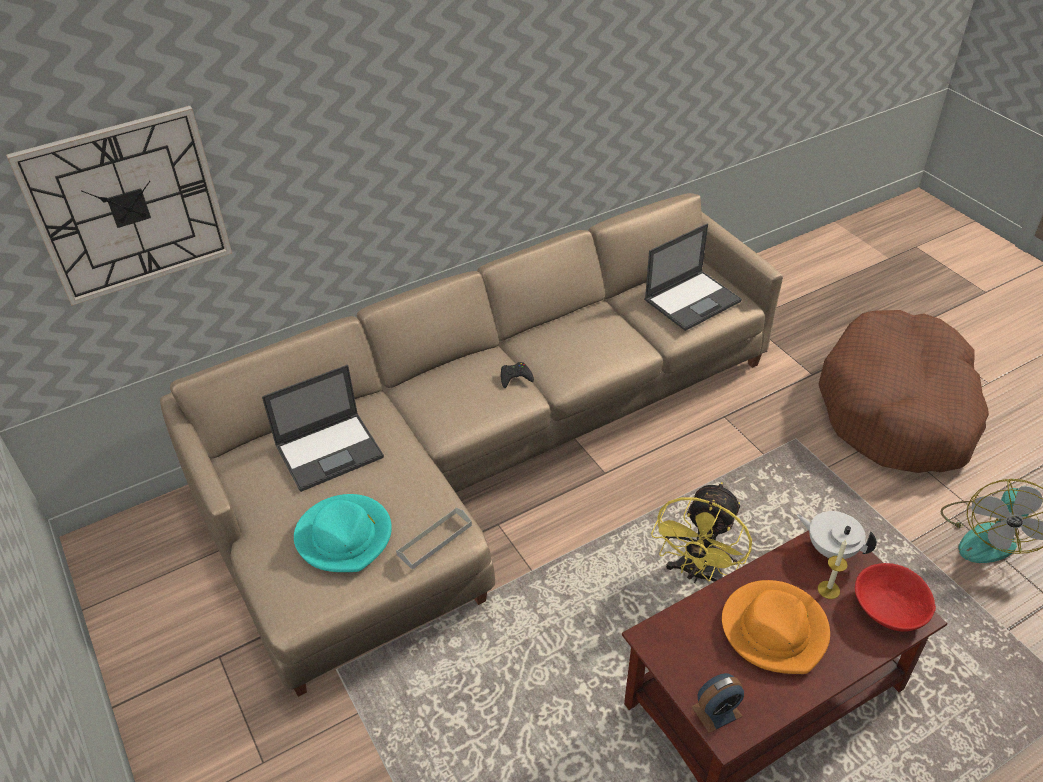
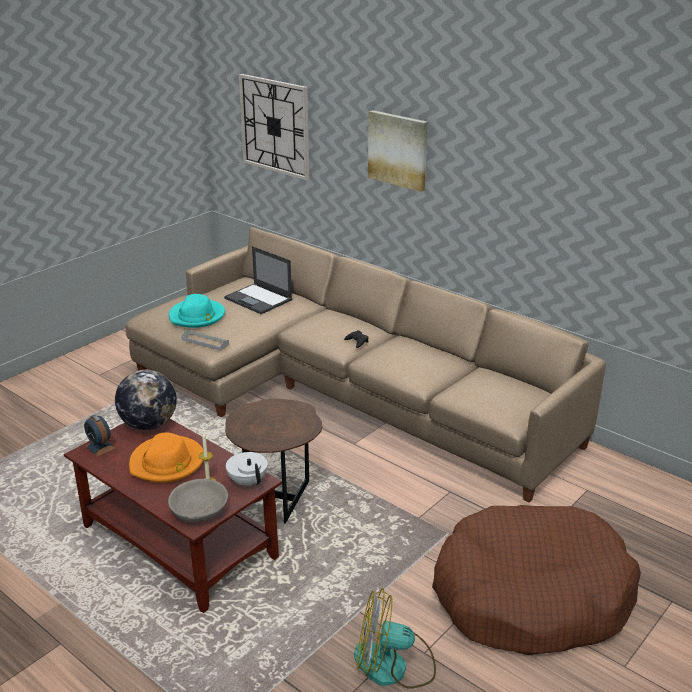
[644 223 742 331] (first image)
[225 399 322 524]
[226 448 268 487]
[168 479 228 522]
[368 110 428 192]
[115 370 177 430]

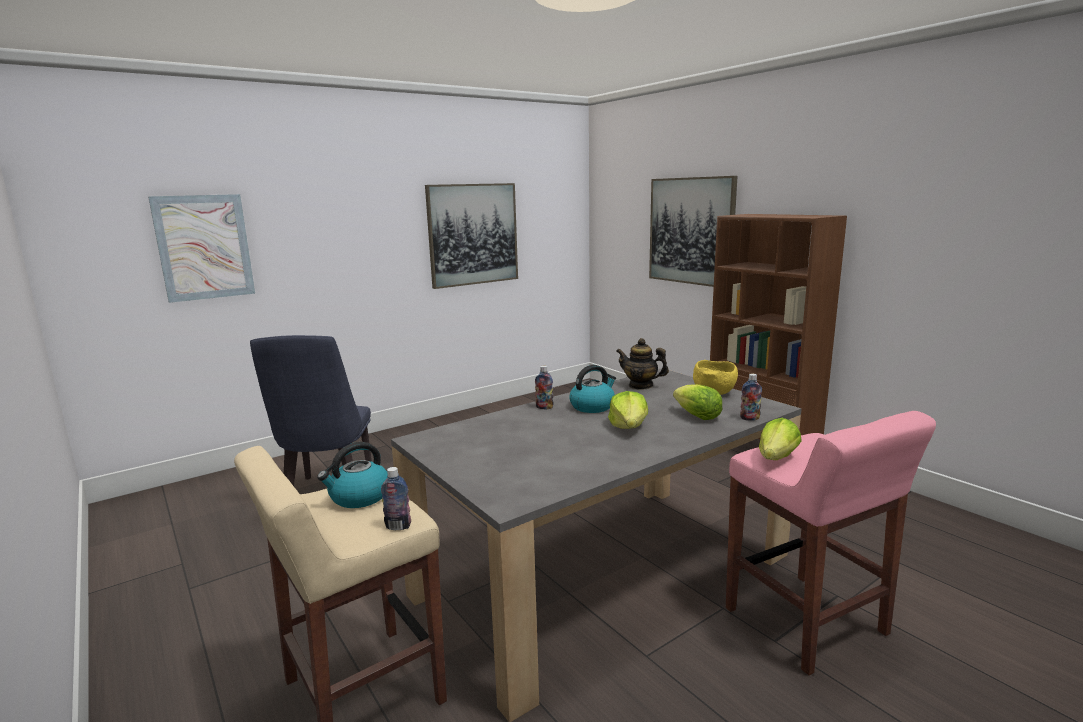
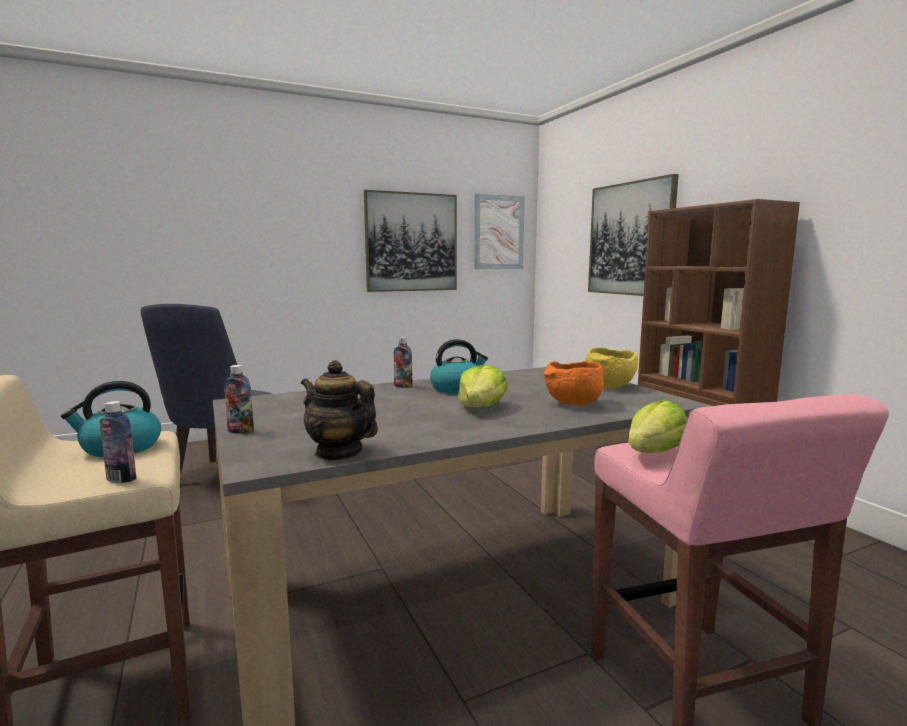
[474 194 525 269]
[301 360 378 461]
[224 365 254 434]
[544 361 604 406]

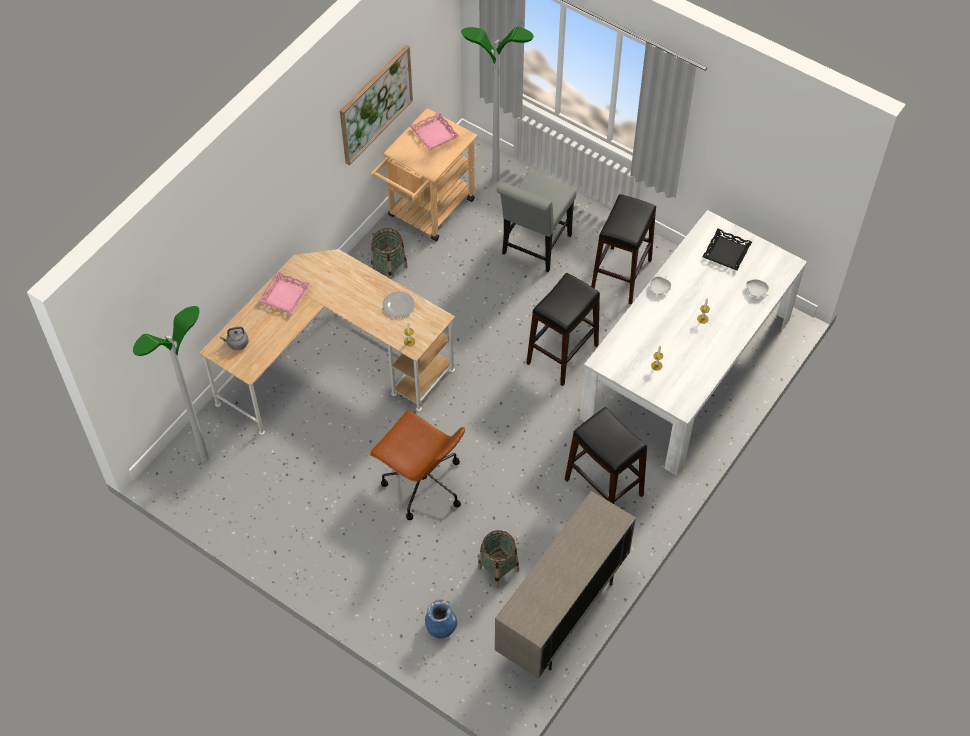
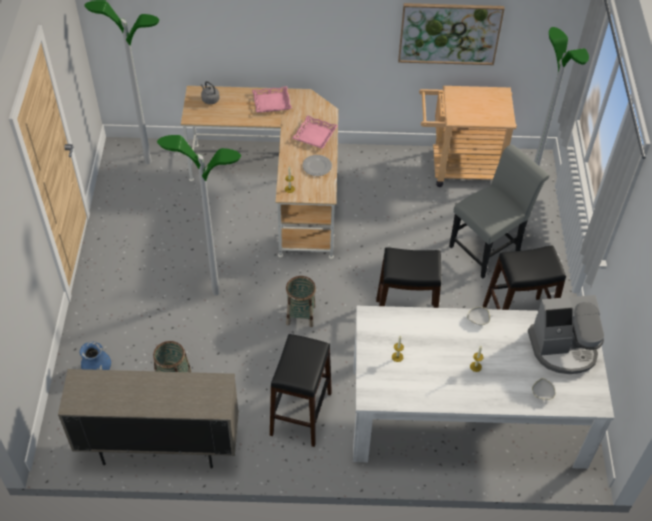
[292 115 338 149]
[449 144 550 278]
[286 276 316 327]
[528 295 604 374]
[157 135 241 296]

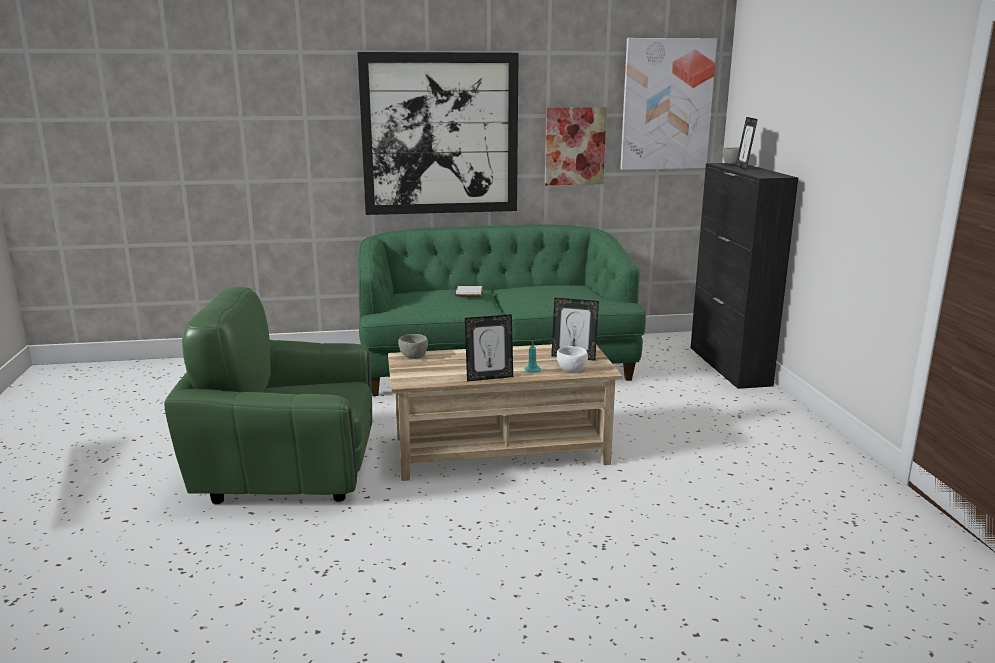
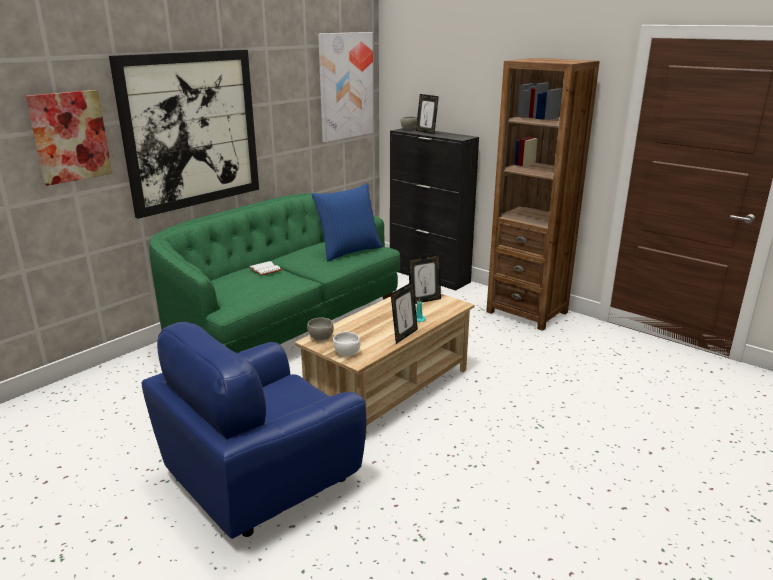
[25 90 112 186]
[142 322 366 539]
[333 332 361 356]
[486 58 600 331]
[312 183 383 262]

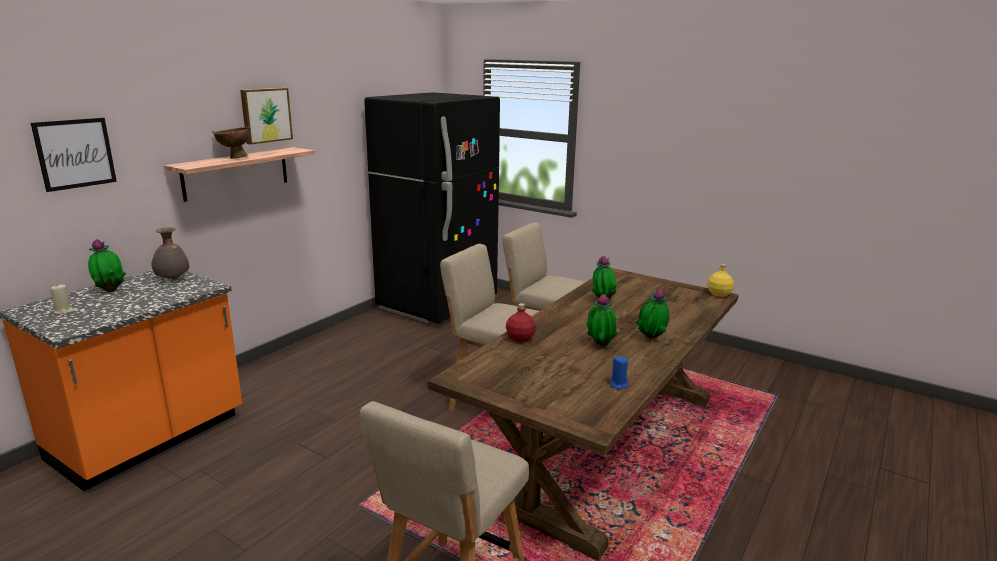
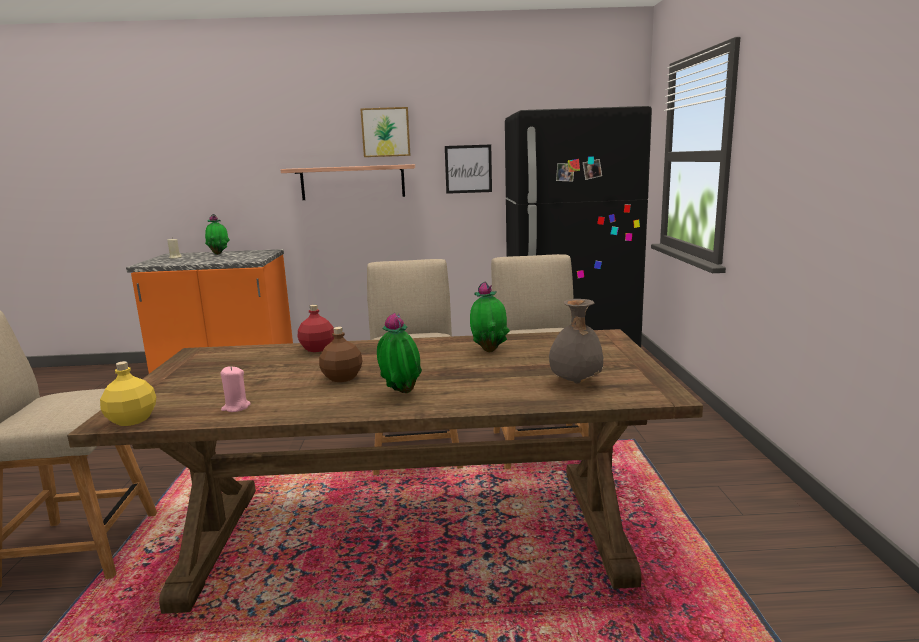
[445 145 492 194]
[212 126 250 159] (first image)
[549 299 603 384]
[100 361 156 426]
[319 327 363 382]
[221 366 251 412]

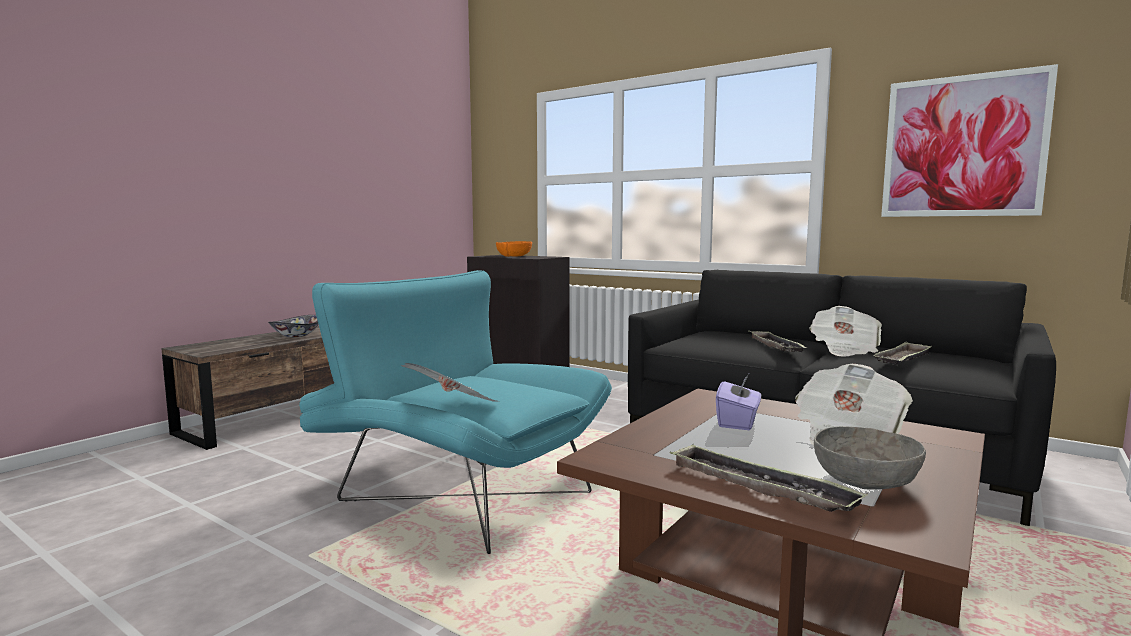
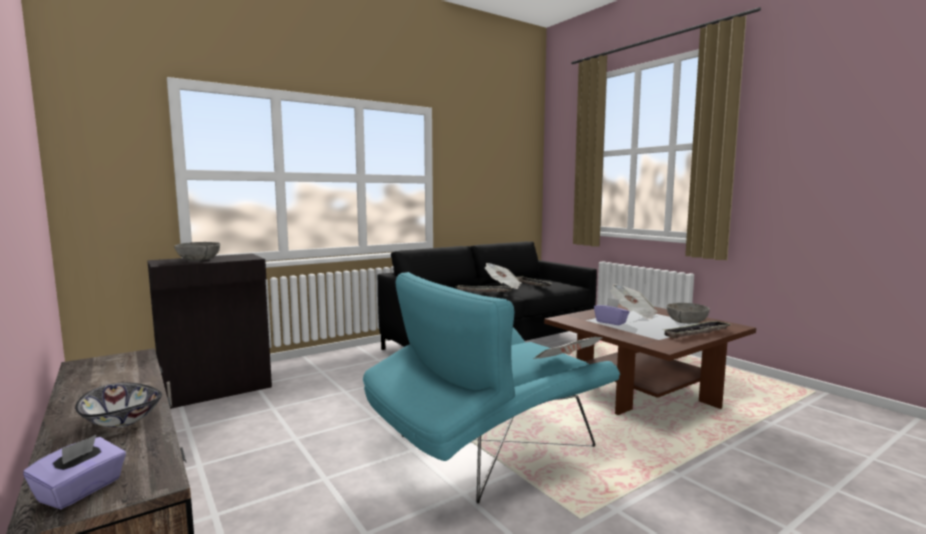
[881 64 1058 217] (first image)
[174 242 220 261]
[23 435 126 509]

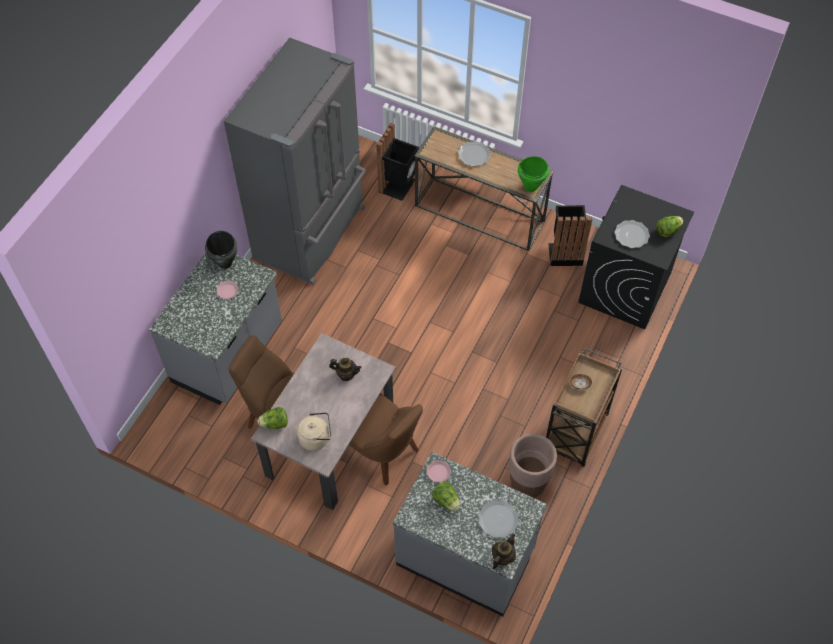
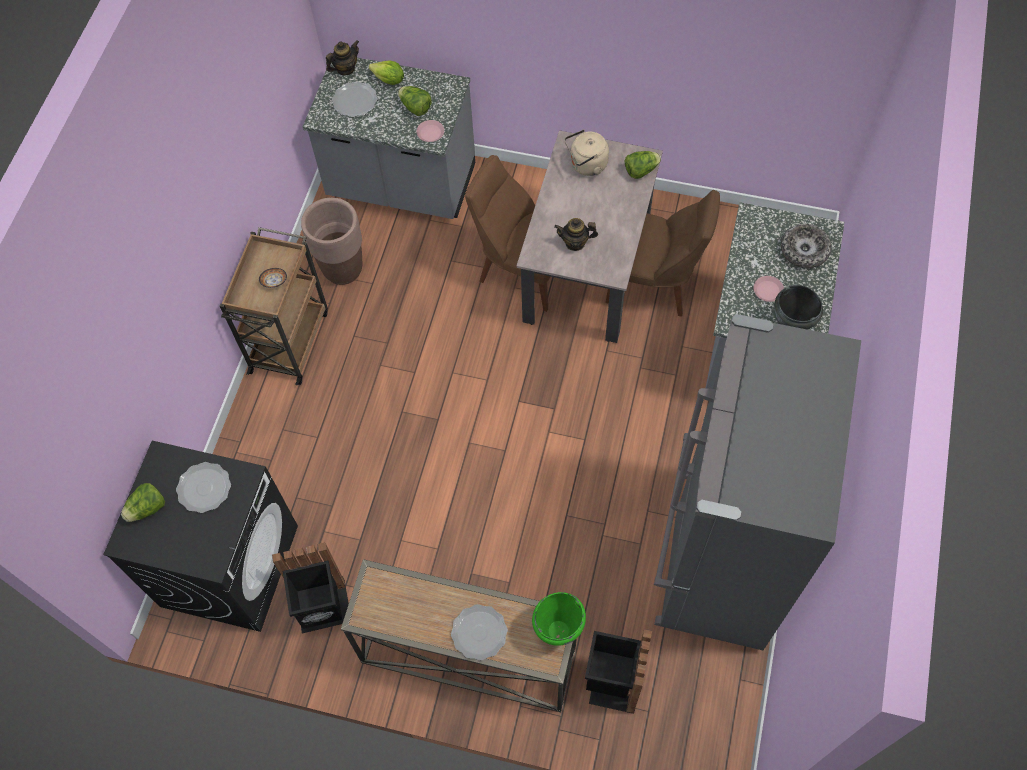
[532 592 586 646]
[326 40 359 75]
[369 60 404 85]
[781 224 832 268]

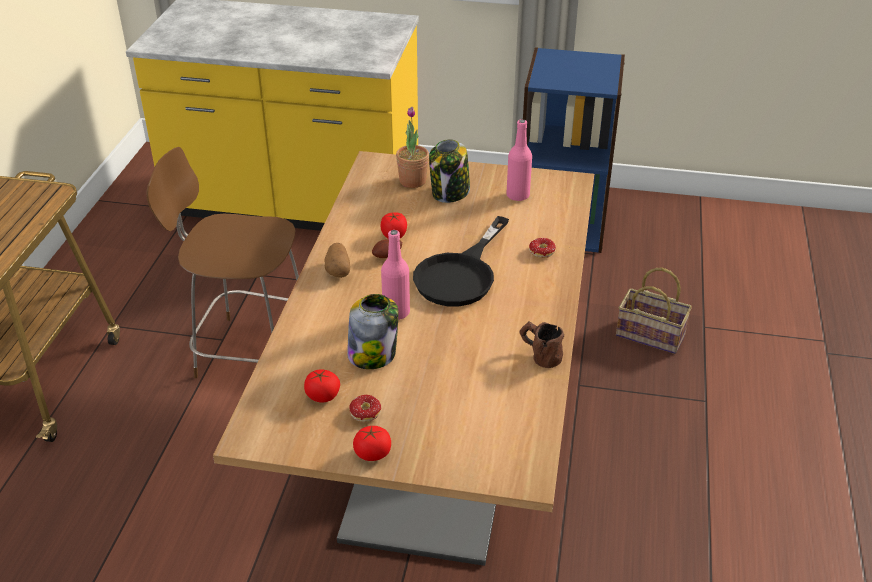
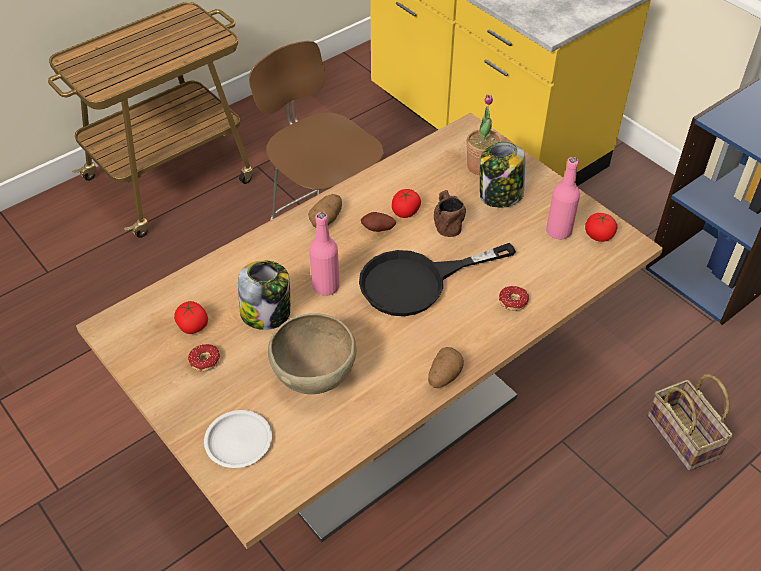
[434 190 466 237]
[585 213 617 242]
[268 313 356 394]
[428 347 464 388]
[204 410 272 468]

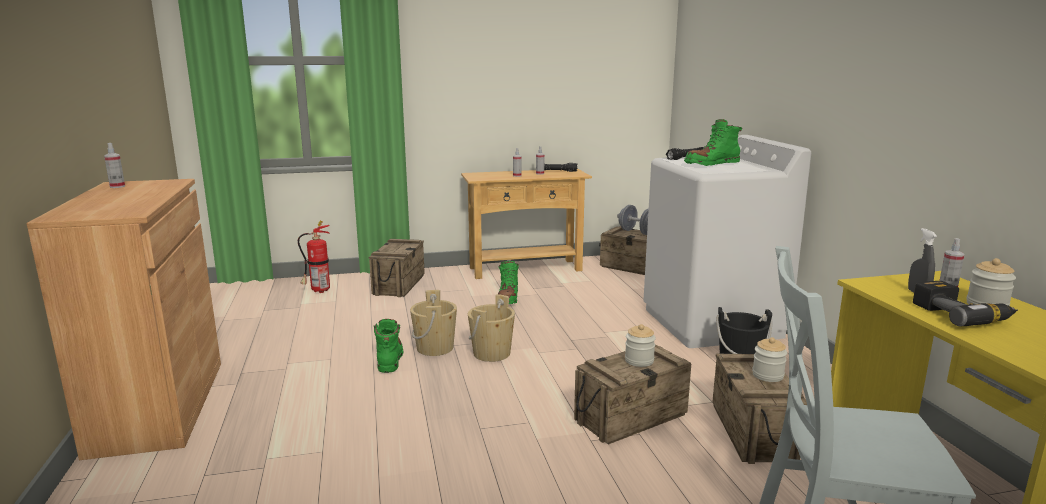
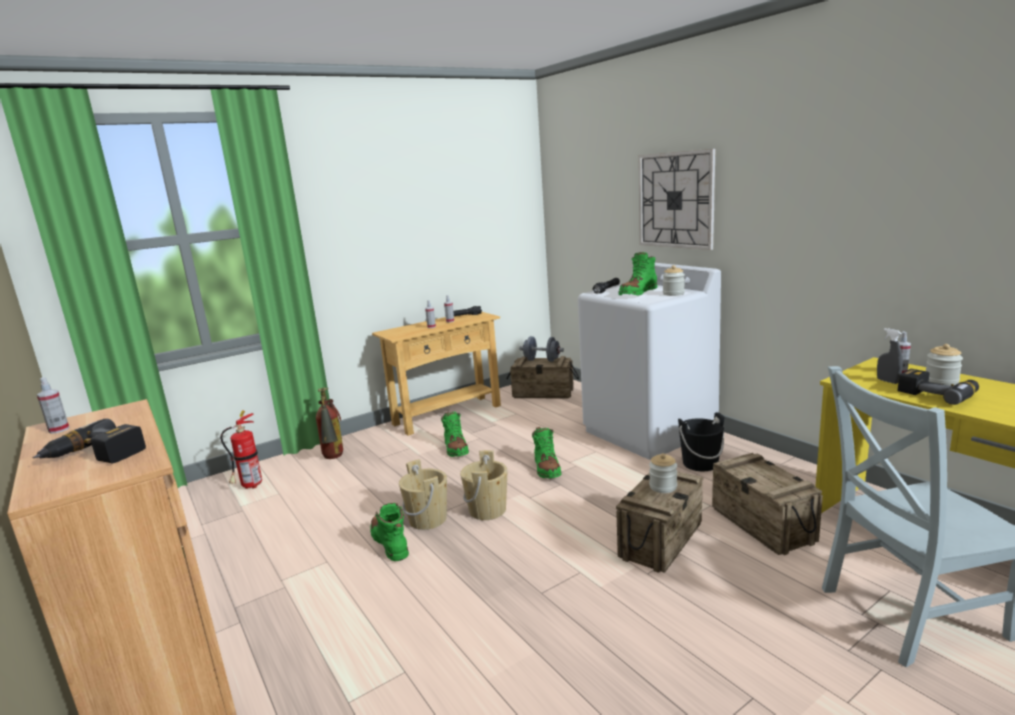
[316 388 343 459]
[663 265 685 296]
[638 149 715 250]
[33 419 146 463]
[532 427 562 478]

